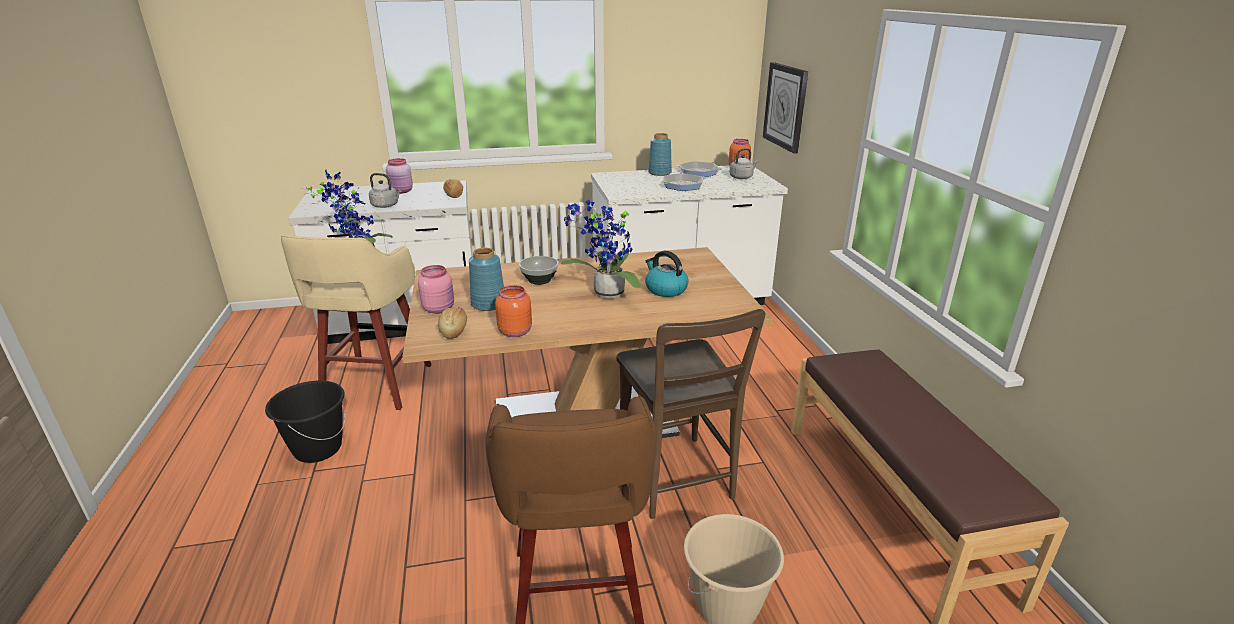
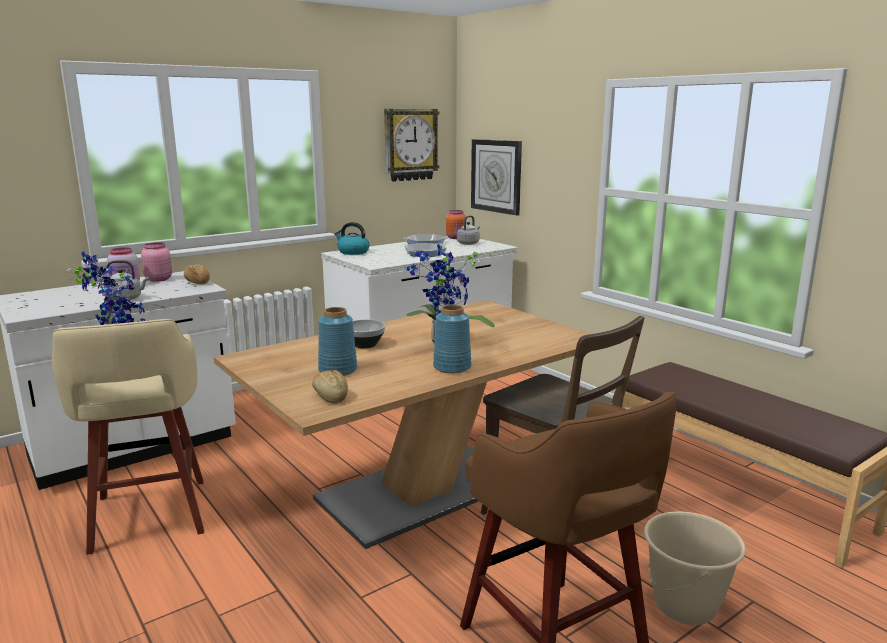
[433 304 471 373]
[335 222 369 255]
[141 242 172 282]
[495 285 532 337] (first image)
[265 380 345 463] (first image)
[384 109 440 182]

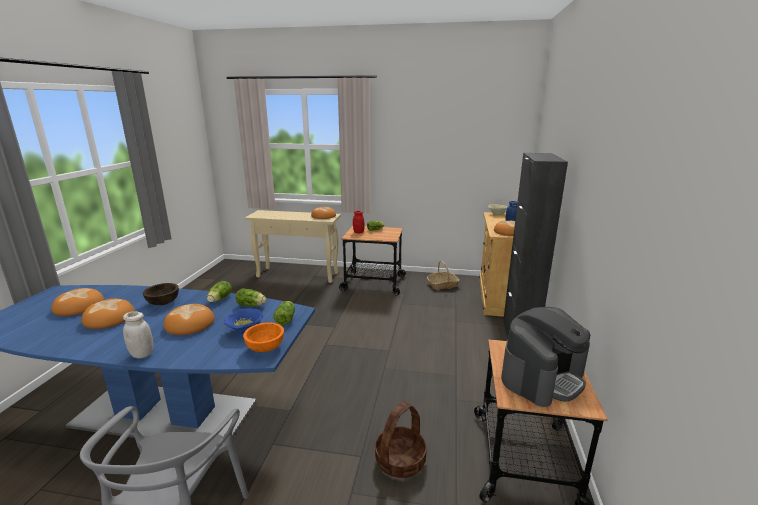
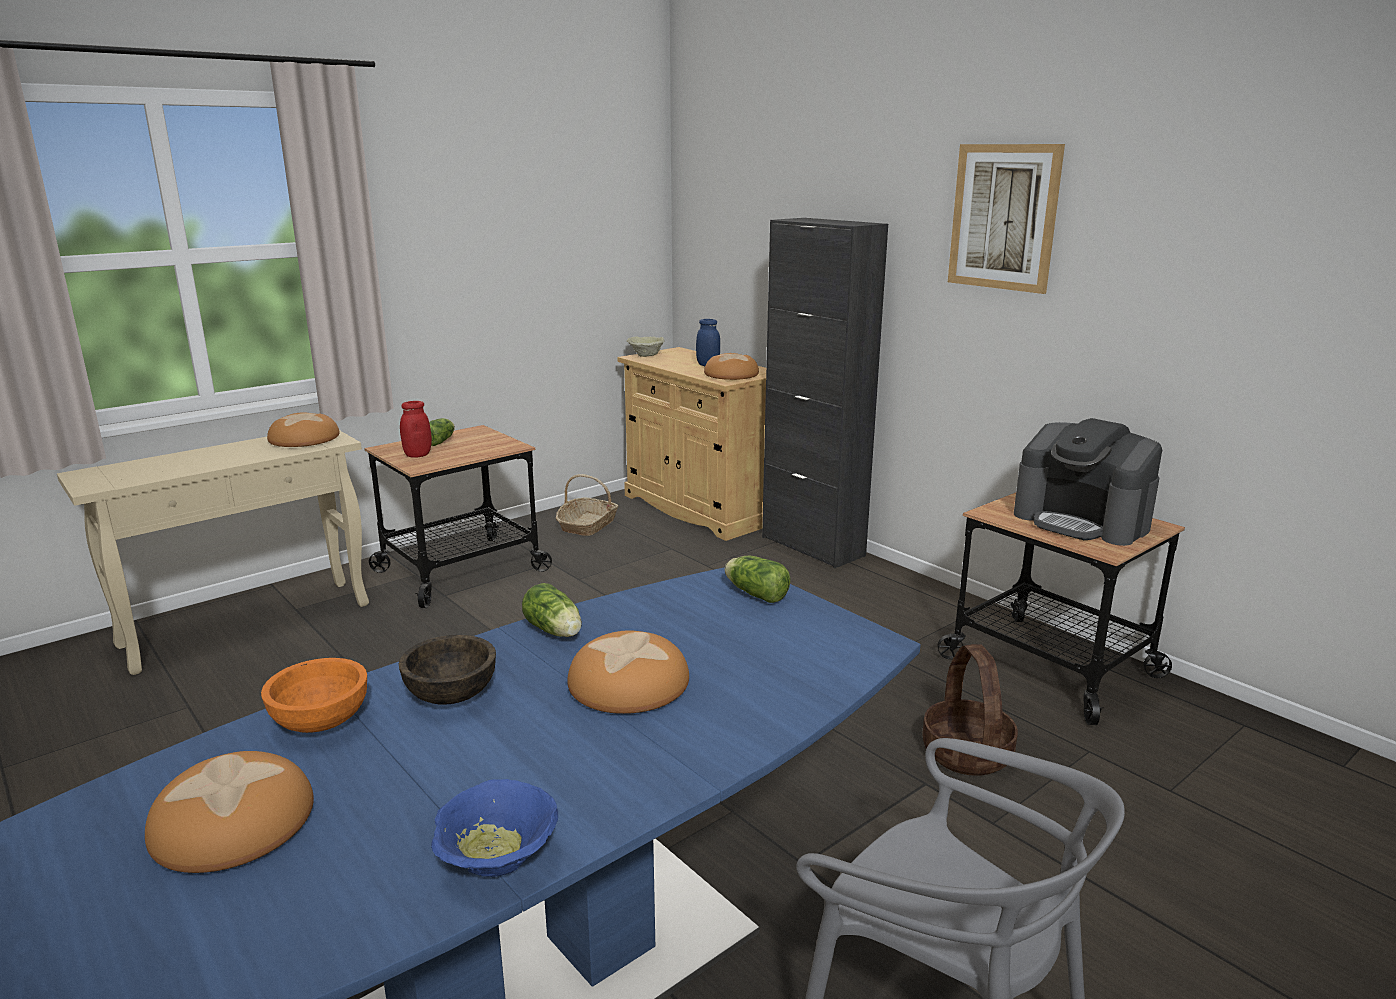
[236 289 266 306] (first image)
[81 299 135 329] (first image)
[1014 418 1162 546]
[431 779 558 877]
[123 311 154 358] (first image)
[261 658 367 733]
[948 144 1065 294]

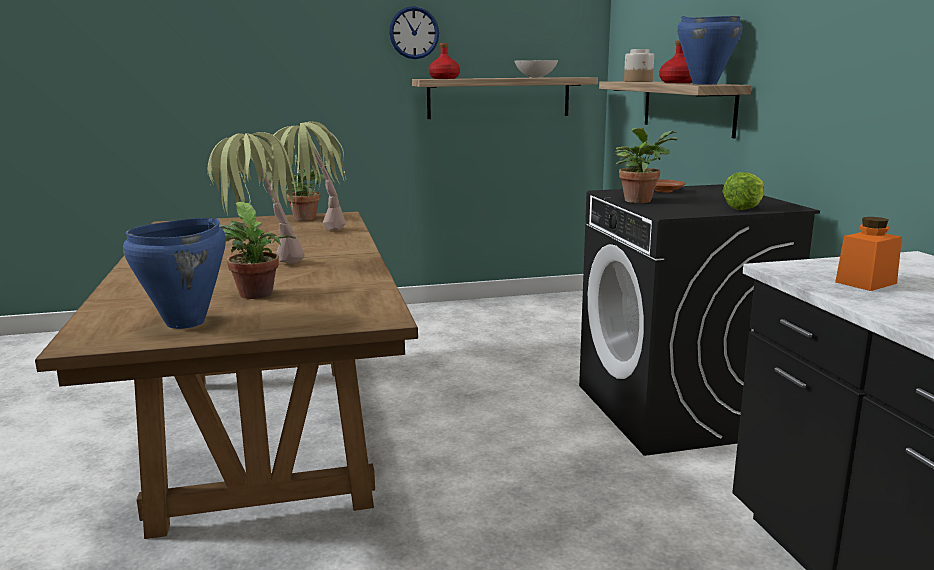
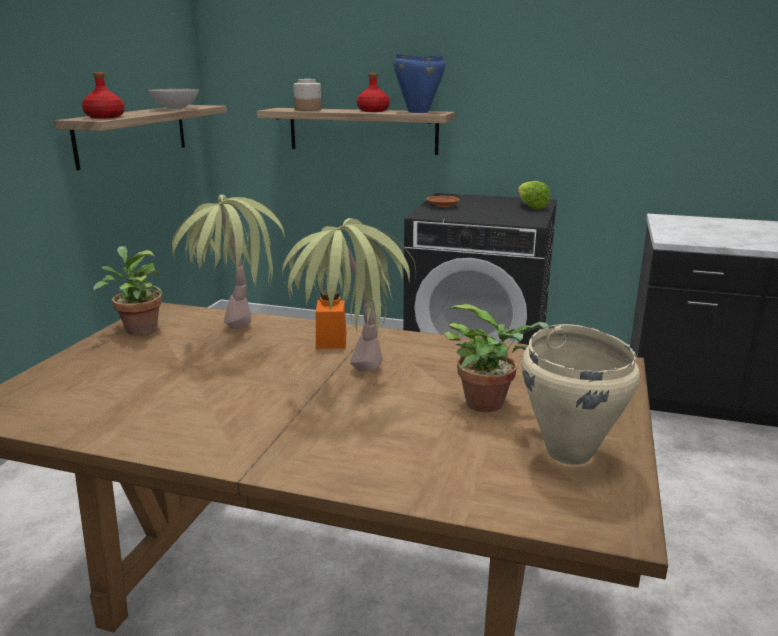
[389 6 439 59] (first image)
[614 128 678 203] (first image)
[316 290 346 349]
[521 324 640 465]

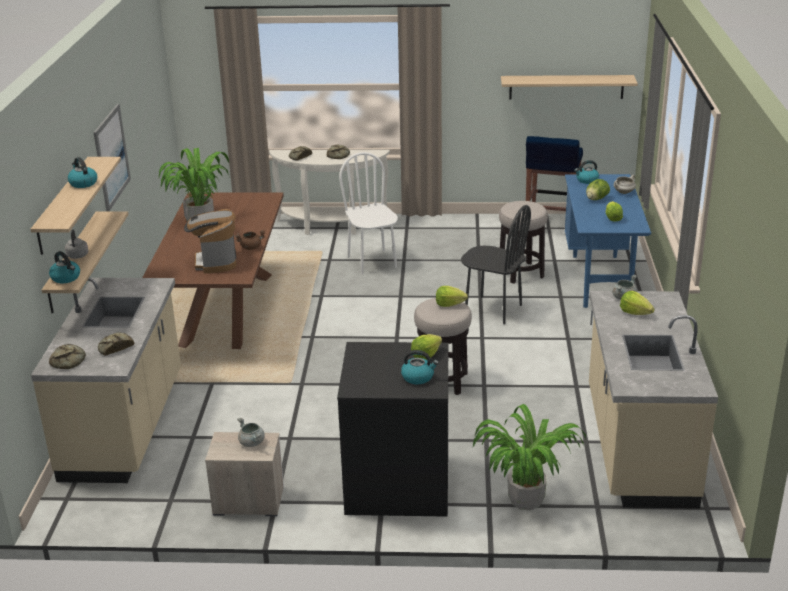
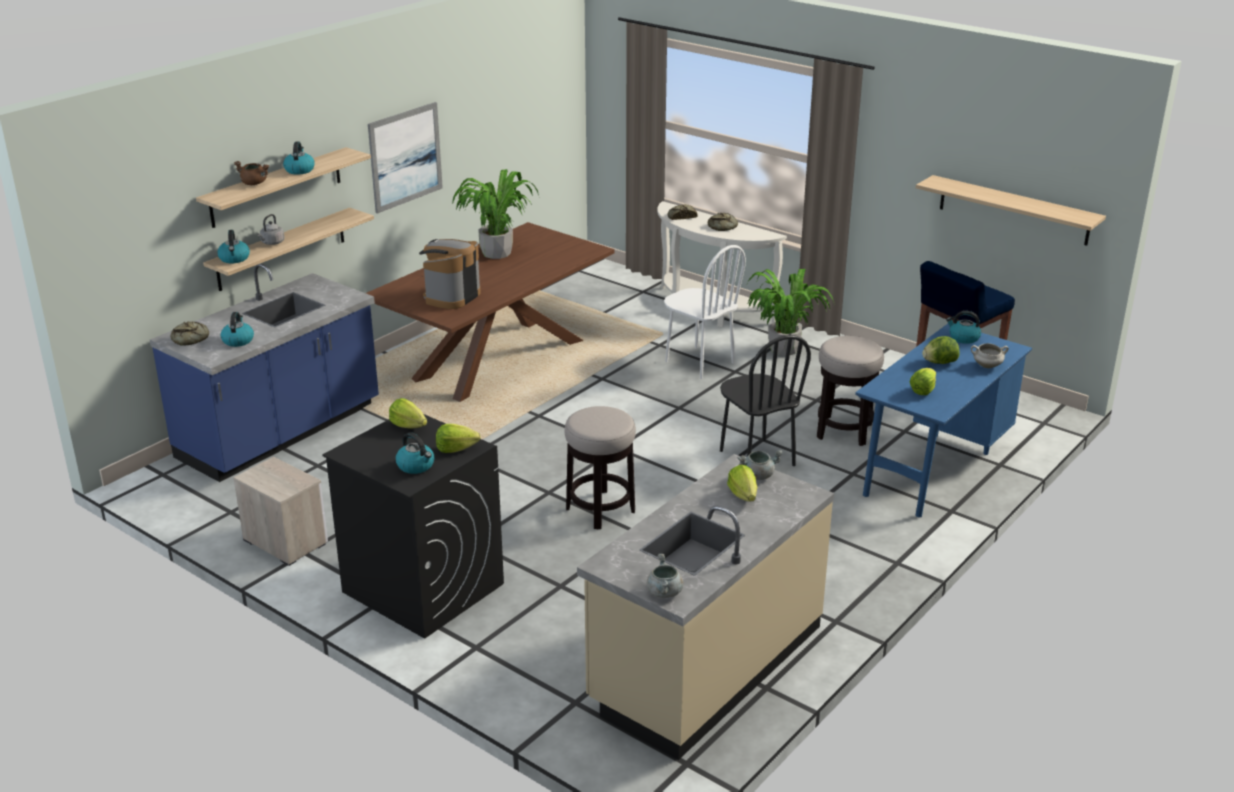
[664 245 746 379]
[234 161 269 185]
[150 264 379 482]
[389 398 427 428]
[220 312 254 347]
[747 269 834 356]
[647 554 684 598]

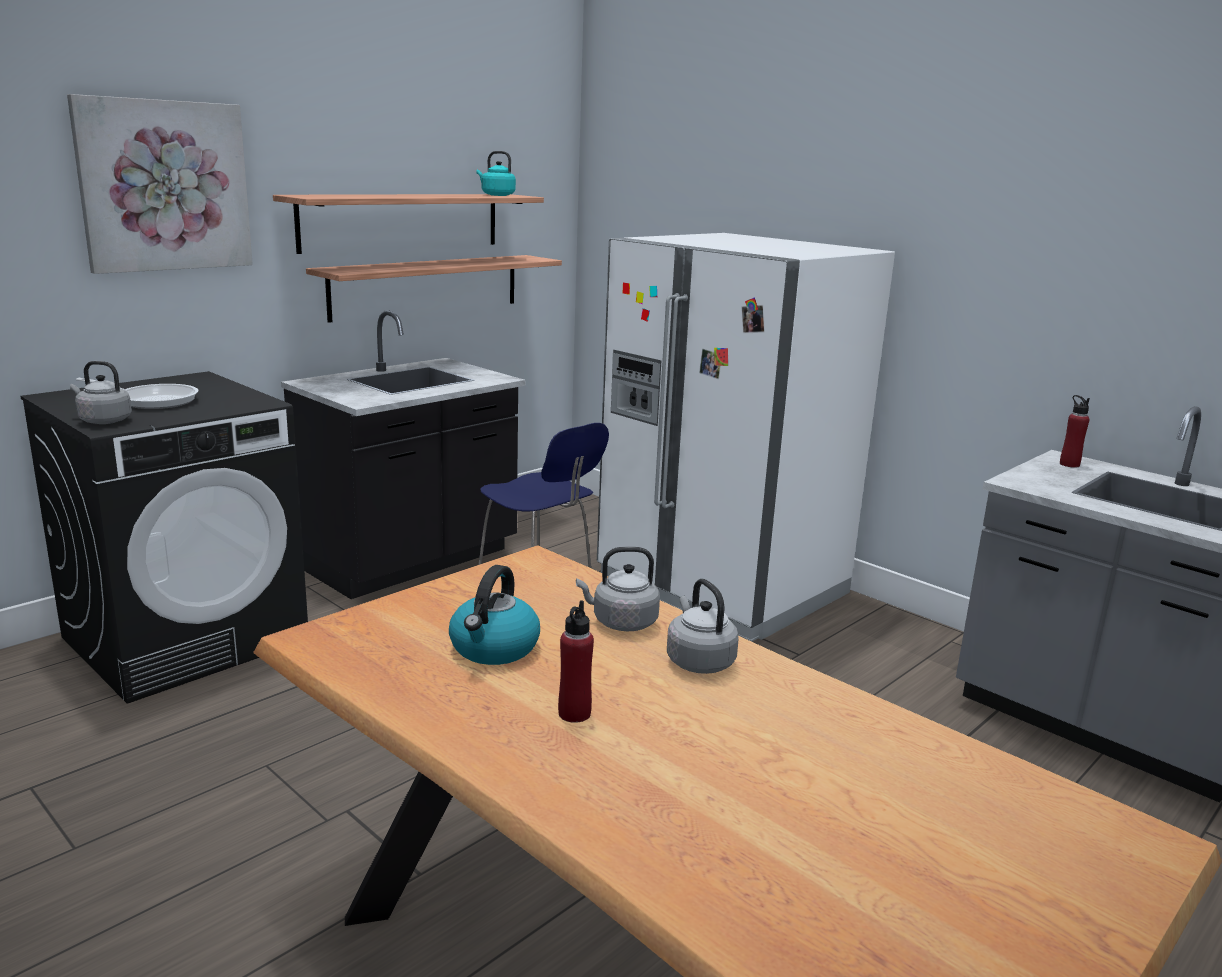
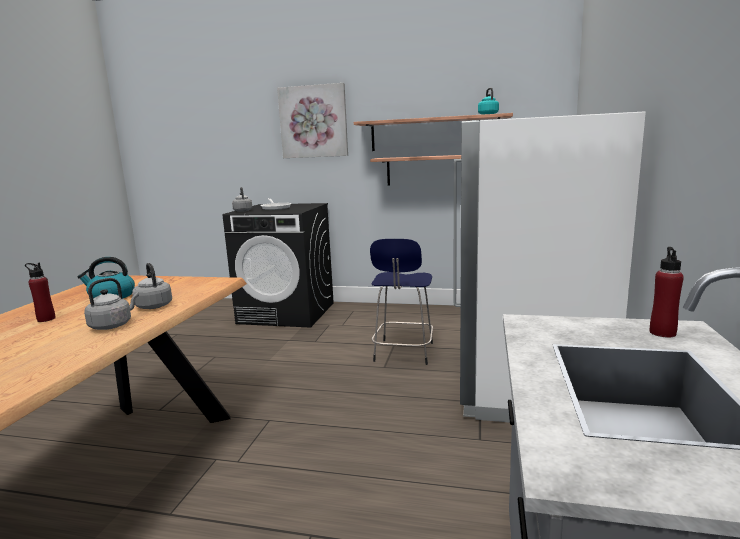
[281 310 526 599] (first image)

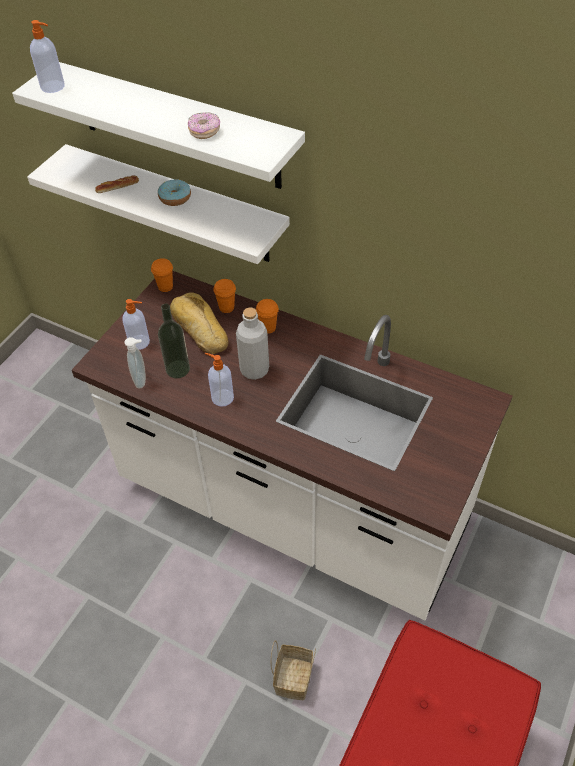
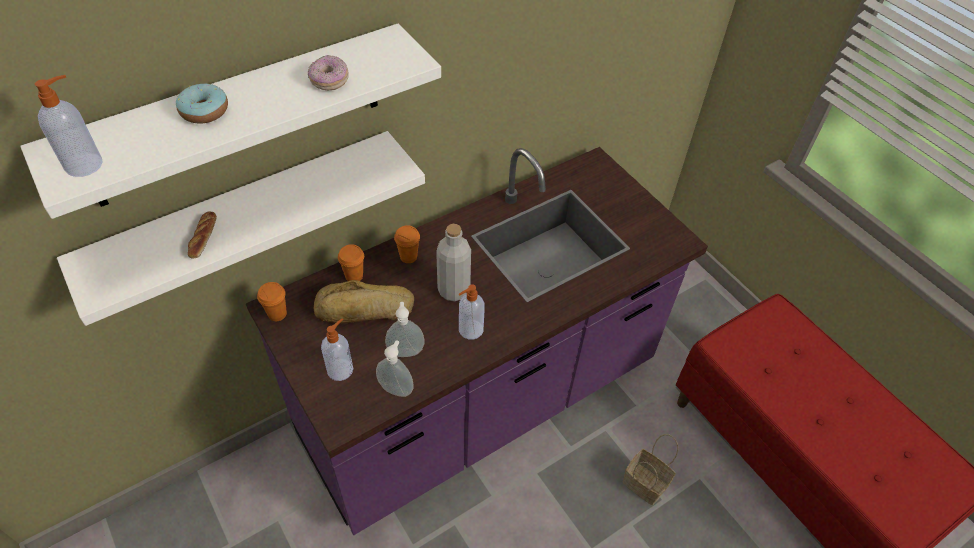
[176 84 228 124]
[246 147 708 535]
[385 302 425 357]

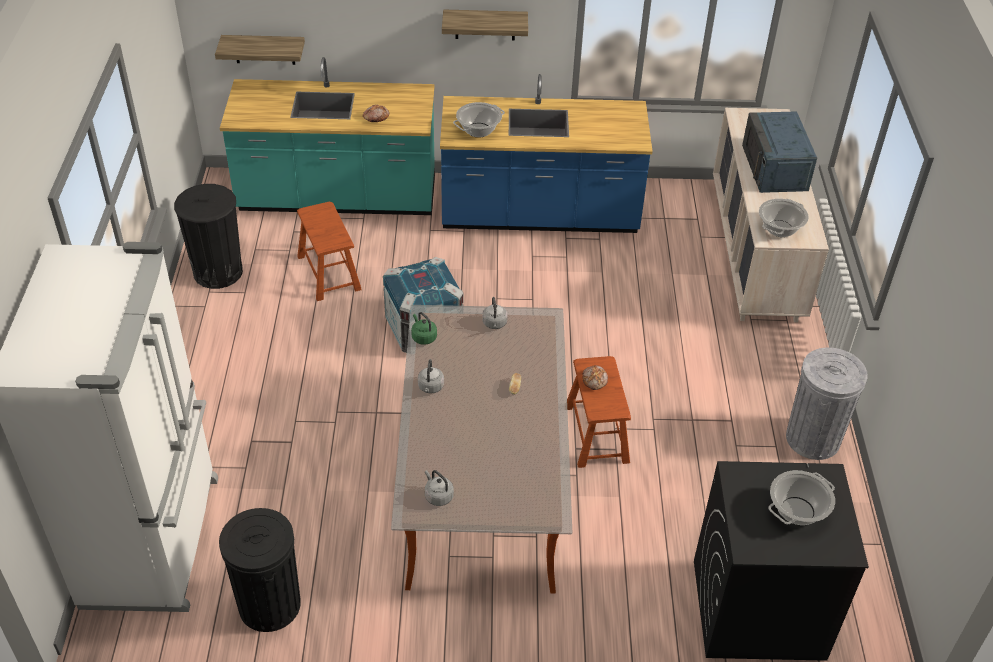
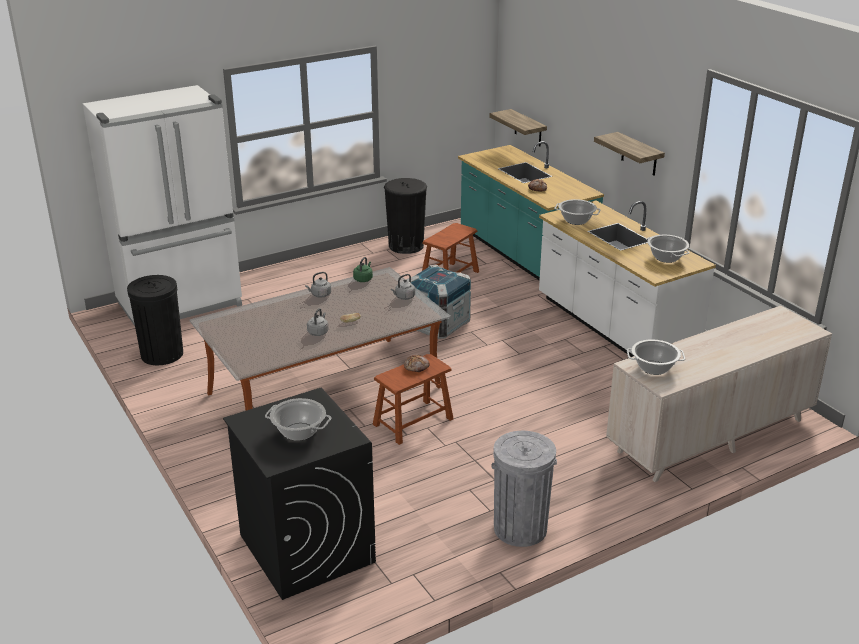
[539 201 716 357]
[742 111 817 193] (first image)
[307 308 328 336]
[647 235 690 263]

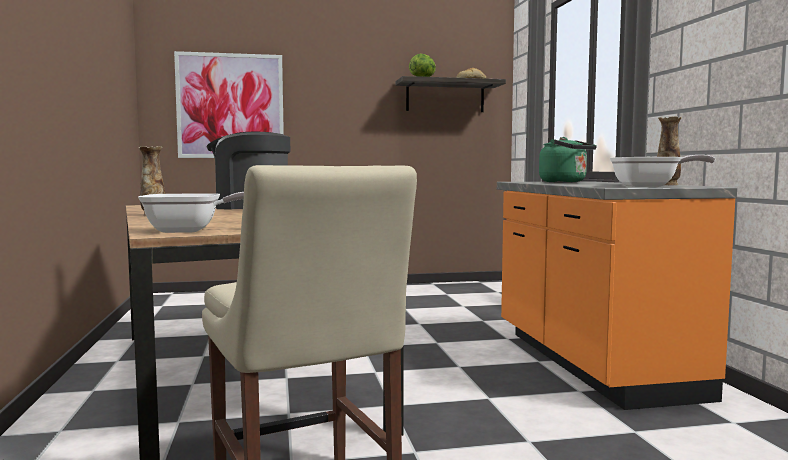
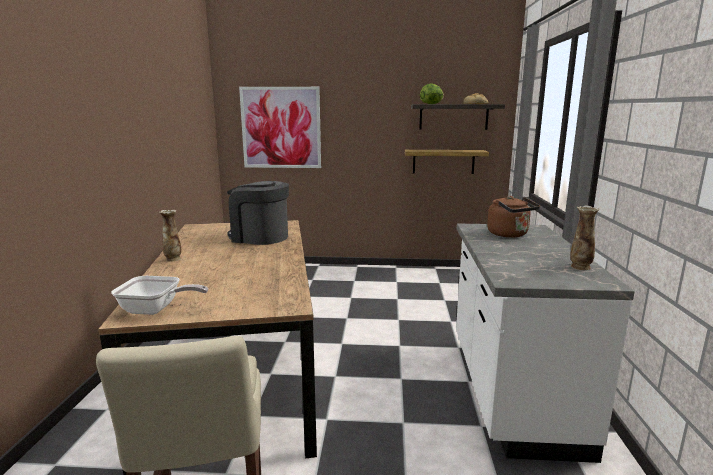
[487 196 540 238]
[610 155 715 187] (first image)
[456 224 635 463]
[405 150 489 174]

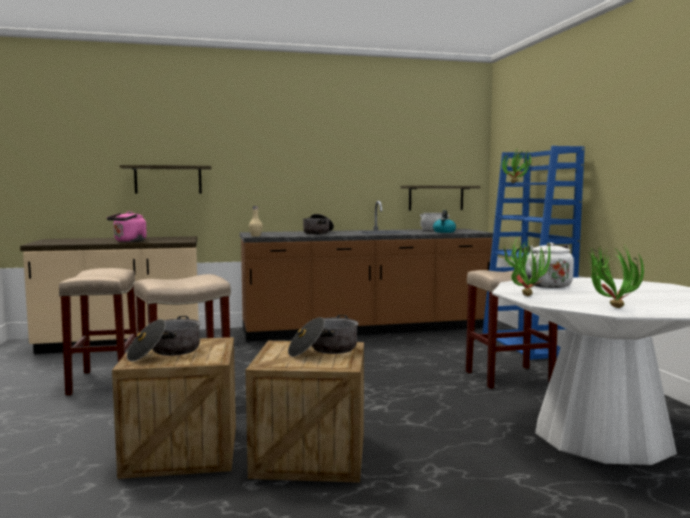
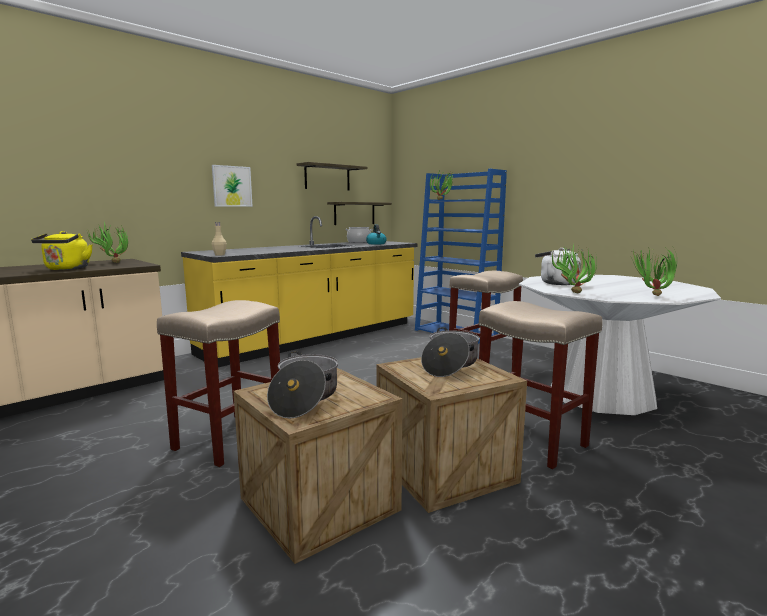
[297 162 367 190]
[181 216 418 367]
[31 231 92 270]
[303 214 334 234] (first image)
[479 301 603 469]
[212 165 253 207]
[86 222 128 263]

